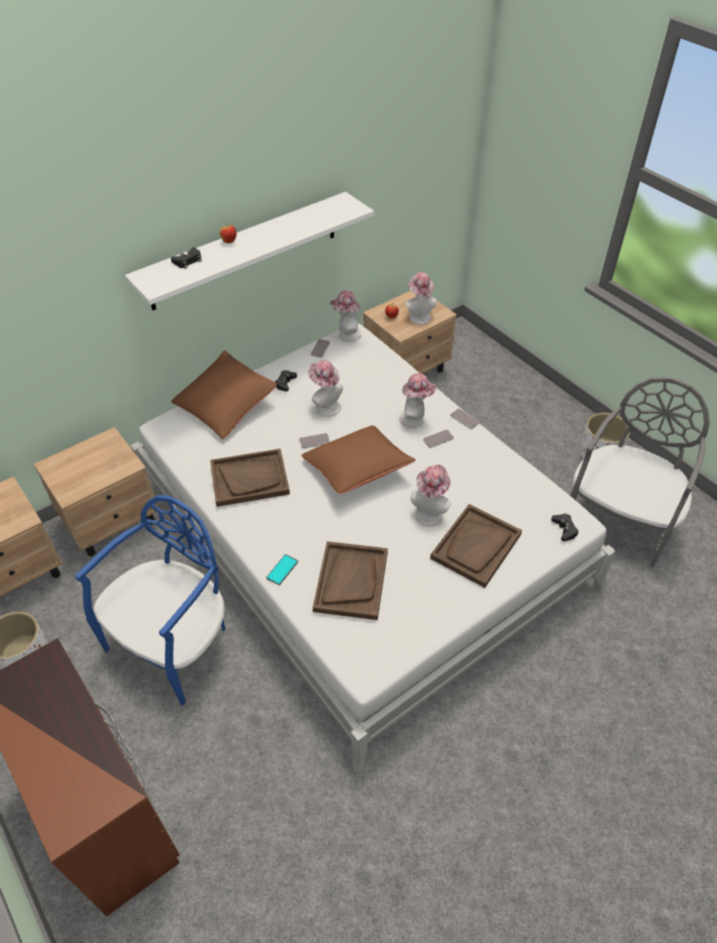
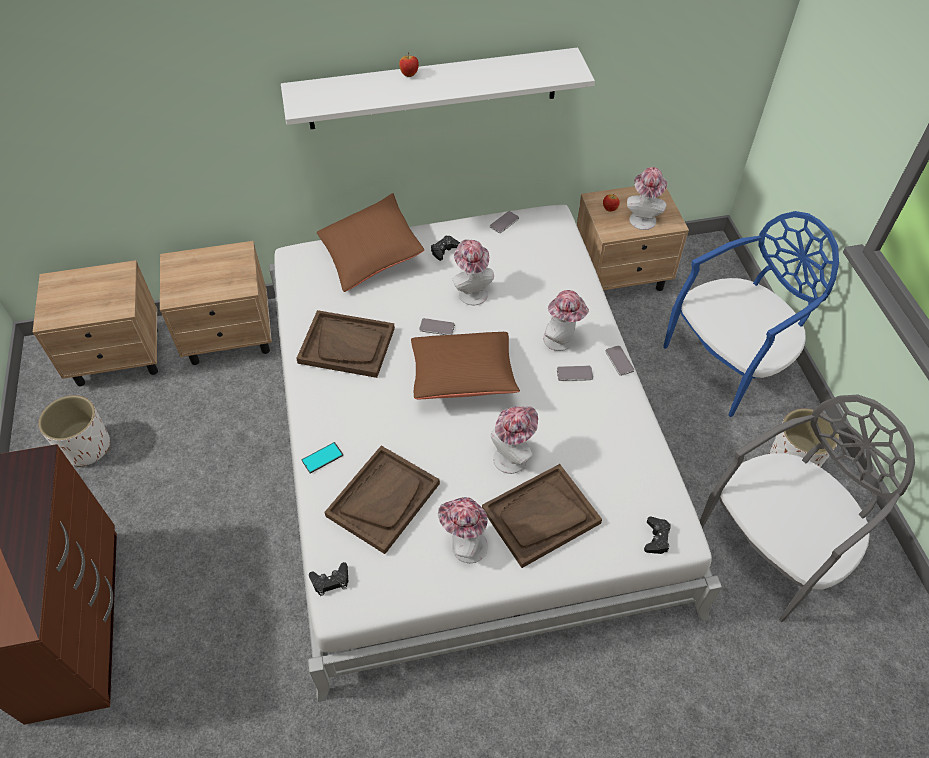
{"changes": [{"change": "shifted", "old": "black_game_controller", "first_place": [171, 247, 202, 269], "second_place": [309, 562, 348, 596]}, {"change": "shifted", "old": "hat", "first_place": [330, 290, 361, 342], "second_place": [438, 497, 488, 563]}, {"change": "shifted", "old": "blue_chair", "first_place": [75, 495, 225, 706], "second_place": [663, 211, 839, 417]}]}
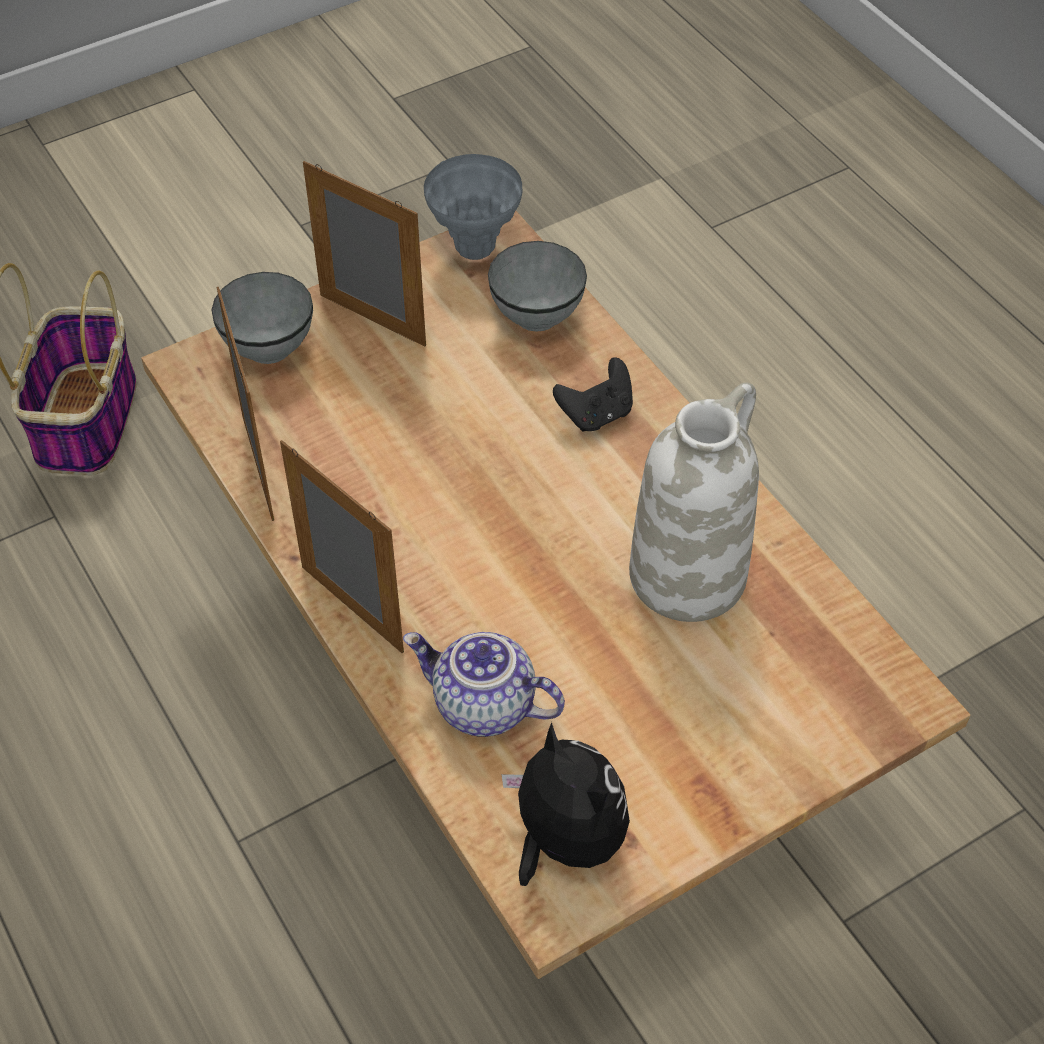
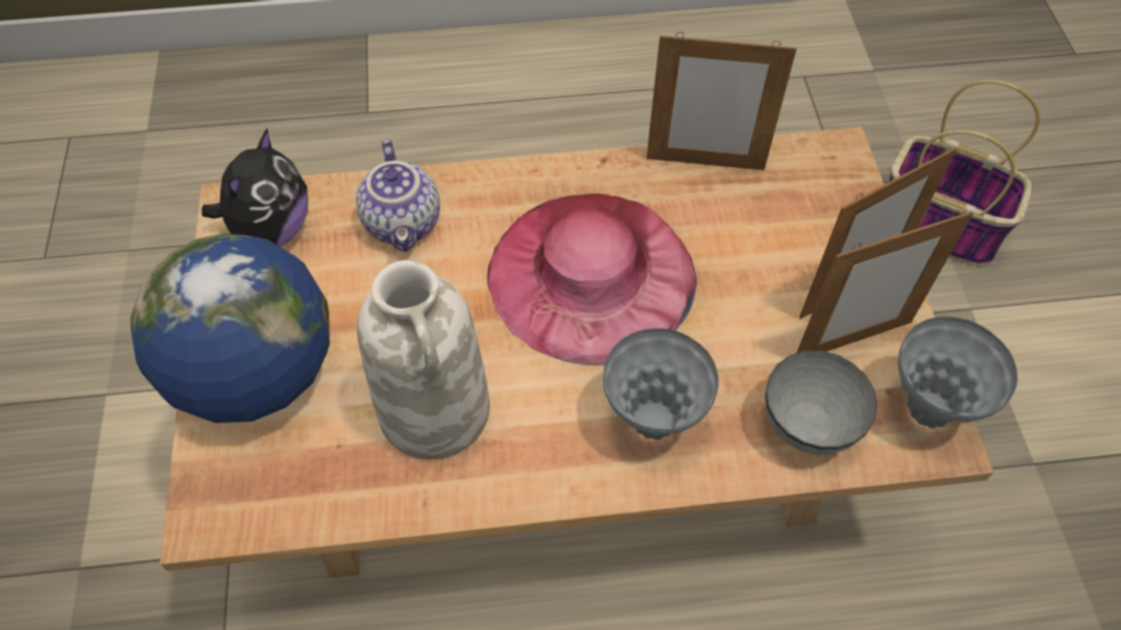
{"changes": [{"change": "gone", "old": "grey_bowl", "first_place": [212, 272, 313, 364]}, {"change": "swapped", "old": "black_game_controller", "new": "grey_vase", "first_place": [553, 358, 633, 432], "second_place": [603, 328, 719, 440]}, {"change": "shifted", "old": "picture_frame", "first_place": [280, 440, 404, 653], "second_place": [797, 211, 974, 353]}, {"change": "rotated", "old": "teapot", "first_place": [403, 632, 565, 737], "second_place": [356, 140, 440, 252], "degrees": 120}, {"change": "rotated", "old": "plush_toy", "first_place": [502, 722, 630, 886], "second_place": [202, 128, 308, 247], "degrees": -60}, {"change": "new", "new": "pink_hat", "second_place": [487, 194, 697, 365]}, {"change": "new", "new": "globe", "second_place": [130, 233, 330, 423]}]}
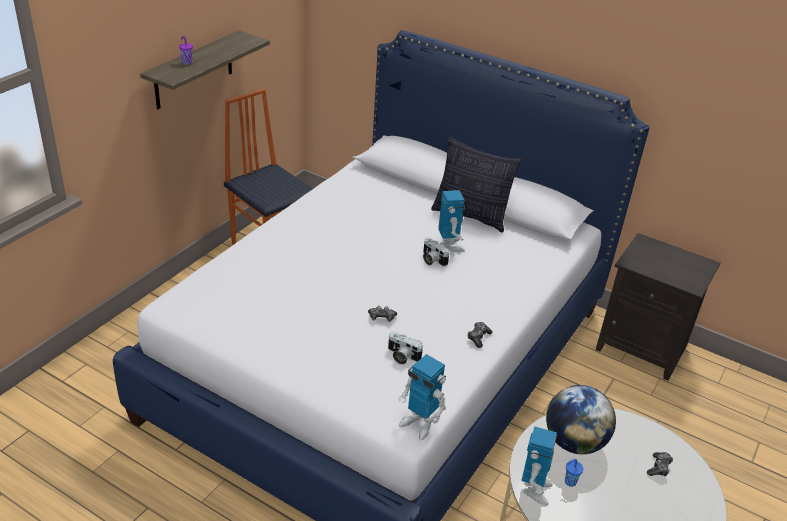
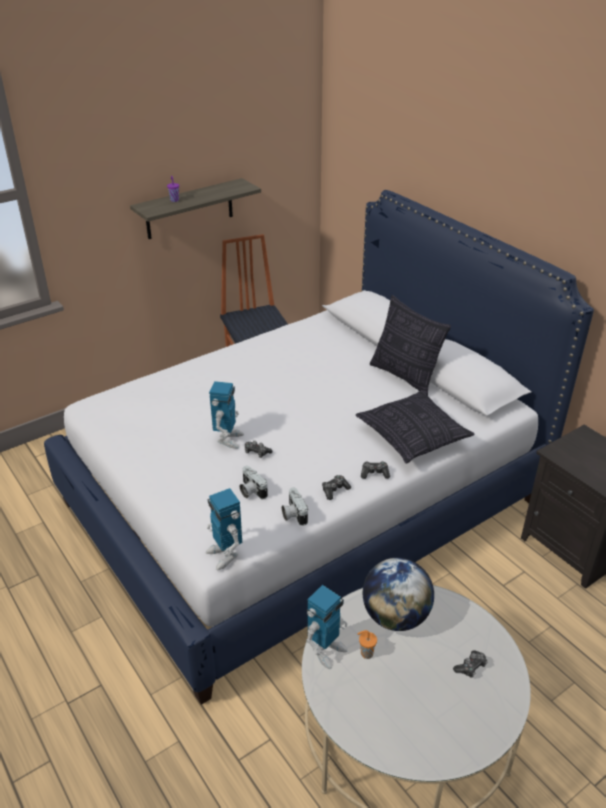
{"changes": [{"change": "shifted", "old": "toy_robot", "first_place": [438, 190, 465, 252], "second_place": [209, 381, 244, 449]}, {"change": "shifted", "old": "photo_camera", "first_place": [423, 238, 450, 267], "second_place": [282, 488, 308, 526]}, {"change": "repainted", "old": "blue_cup", "new": "orange_cup", "first_place": [565, 459, 583, 487], "second_place": [358, 630, 377, 659]}, {"change": "new", "new": "pillow", "second_place": [355, 390, 474, 464]}, {"change": "new", "new": "game_controller", "second_place": [361, 461, 390, 479]}]}
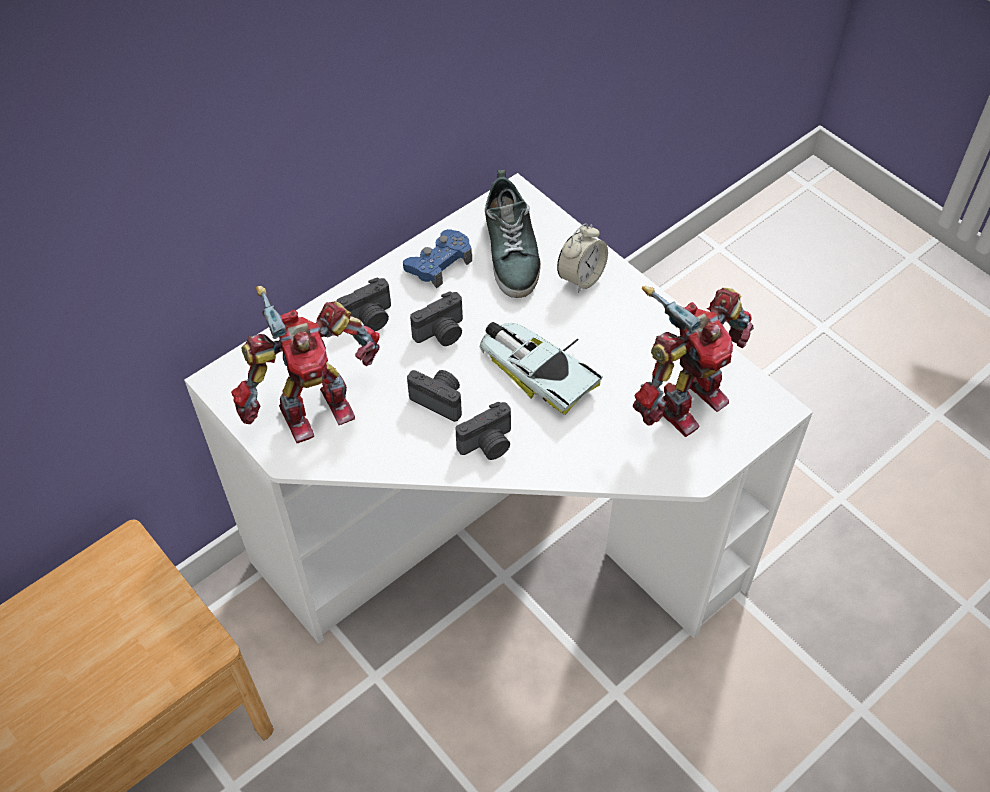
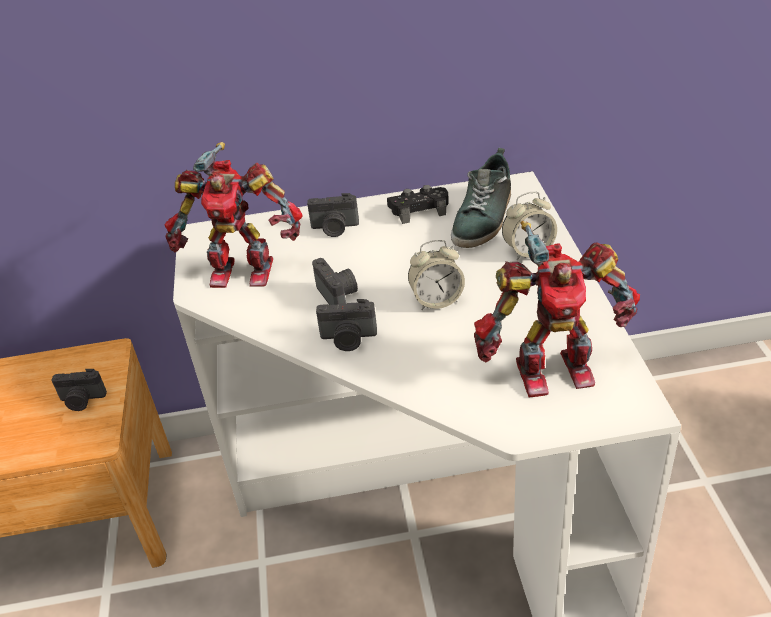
{"changes": [{"change": "repainted", "old": "blue_game_controller", "new": "black_game_controller", "first_place": [403, 229, 472, 288], "second_place": [387, 185, 449, 224]}, {"change": "shifted", "old": "photo_camera", "first_place": [410, 291, 463, 346], "second_place": [51, 369, 107, 411]}, {"change": "swapped", "old": "toy_car", "new": "alarm_clock", "first_place": [480, 322, 603, 415], "second_place": [408, 240, 465, 310]}]}
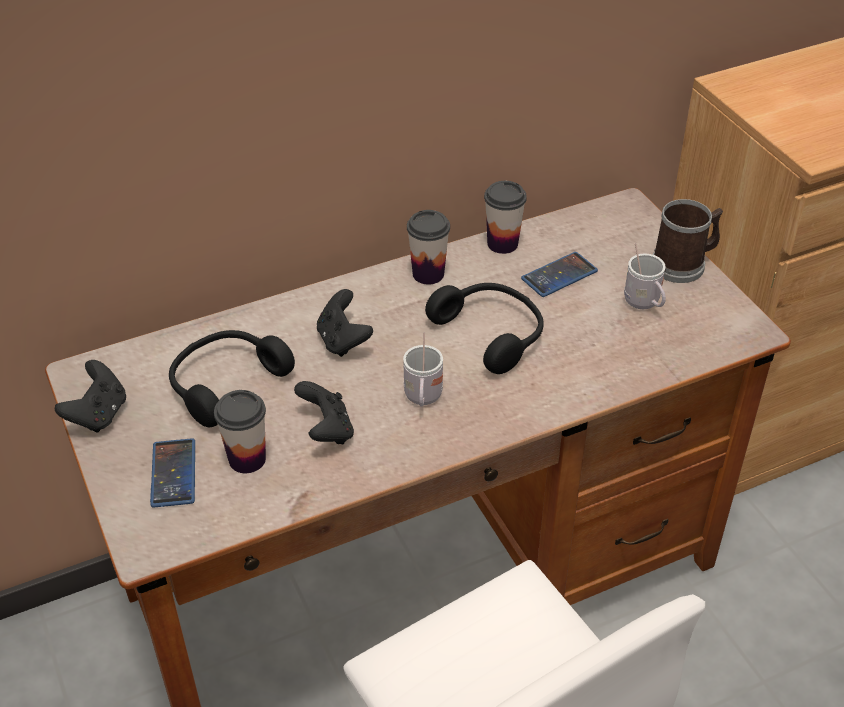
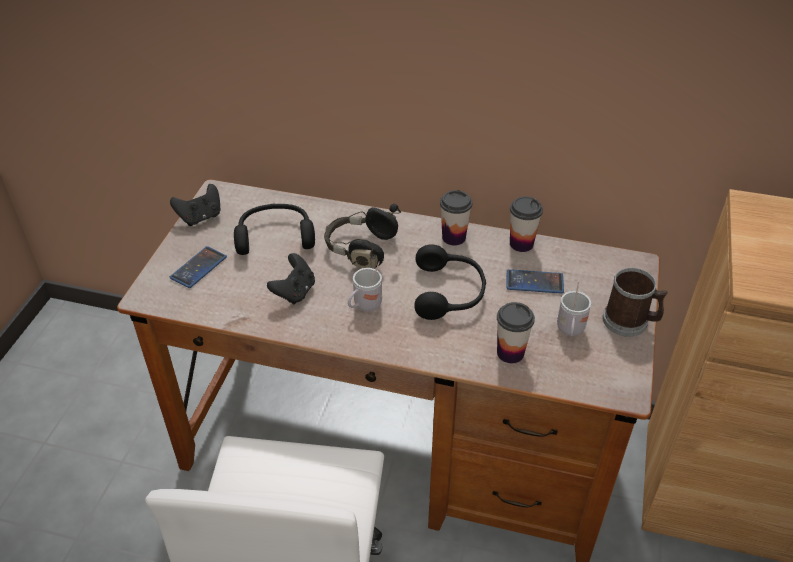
{"changes": [{"change": "swapped", "old": "black_game_controller", "new": "black_headphones", "first_place": [317, 289, 373, 357], "second_place": [324, 204, 401, 269]}, {"change": "shifted", "old": "cup", "first_place": [214, 390, 266, 473], "second_place": [497, 302, 535, 363]}]}
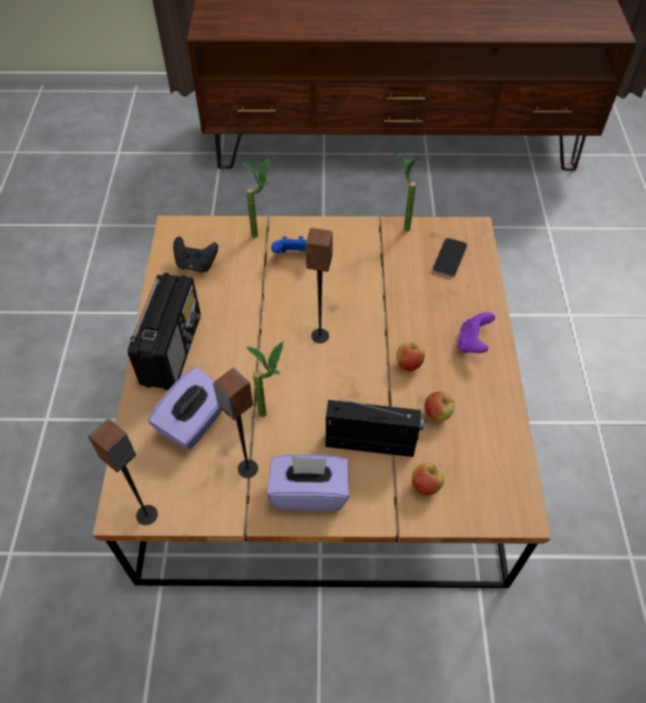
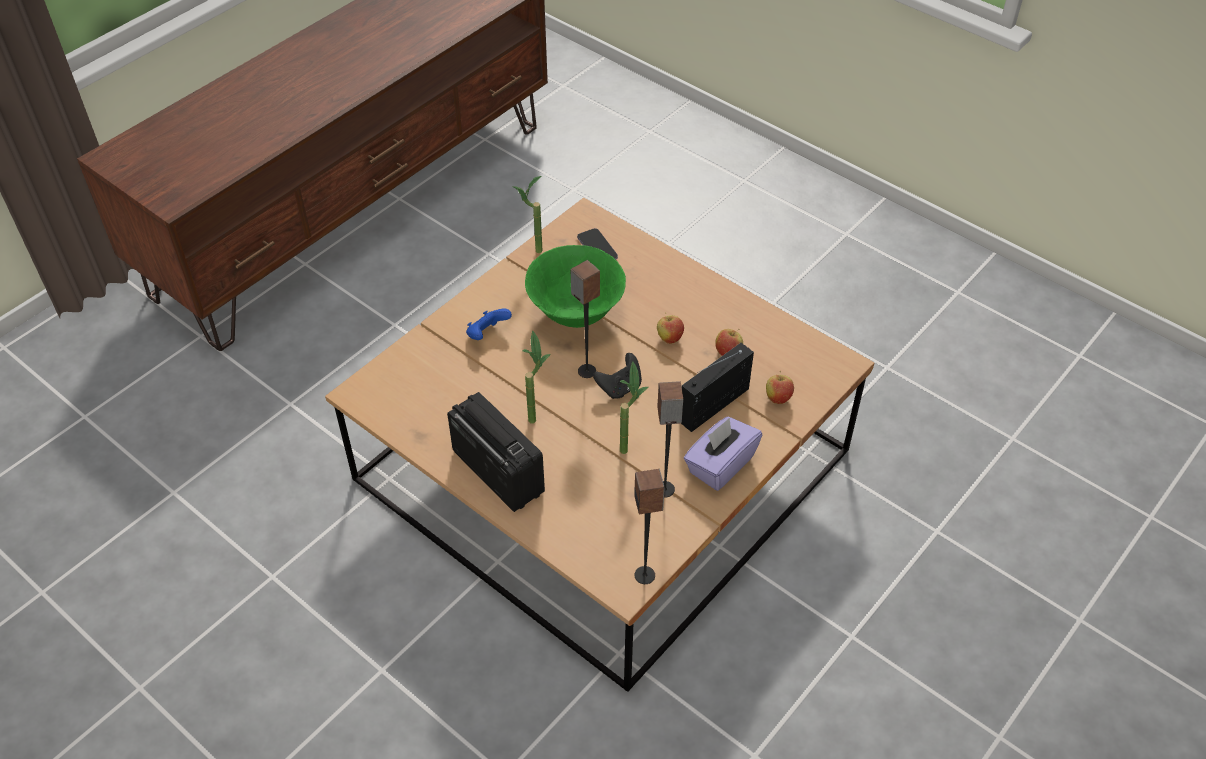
{"changes": [{"change": "shifted", "old": "potted_plant", "first_place": [240, 157, 269, 238], "second_place": [523, 330, 551, 423]}, {"change": "shifted", "old": "black_game_controller", "first_place": [173, 236, 218, 272], "second_place": [593, 353, 642, 399]}, {"change": "gone", "old": "purple_game_controller", "first_place": [457, 312, 495, 353]}, {"change": "gone", "old": "purple_tissue_box", "first_place": [148, 367, 223, 450]}, {"change": "new", "new": "green_bowl", "second_place": [525, 245, 626, 328]}]}
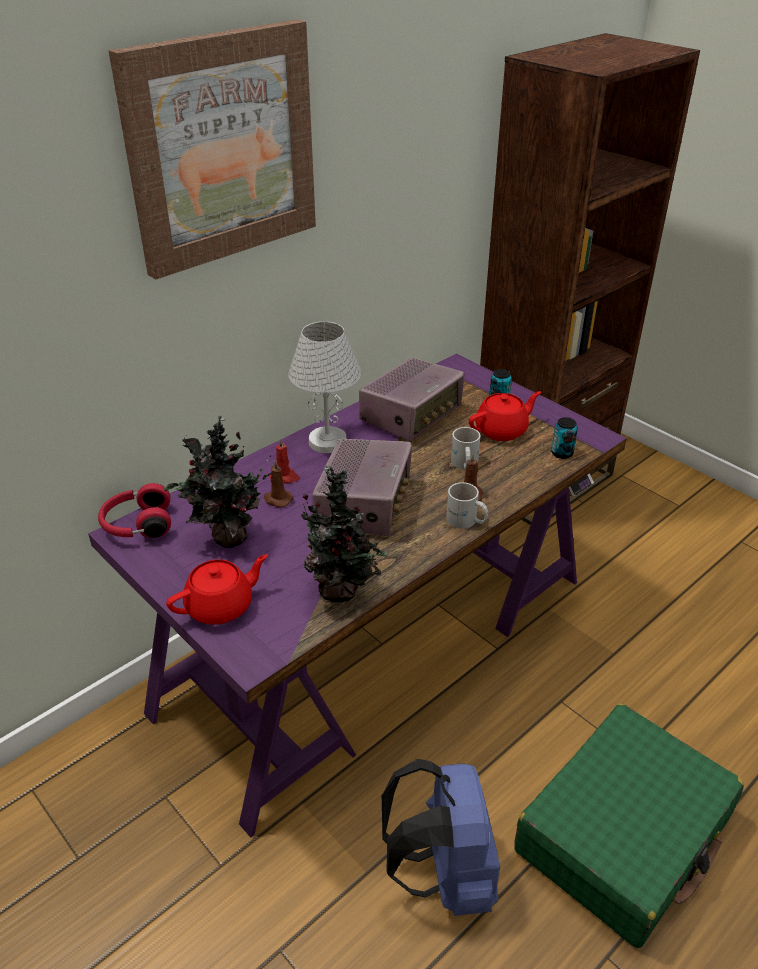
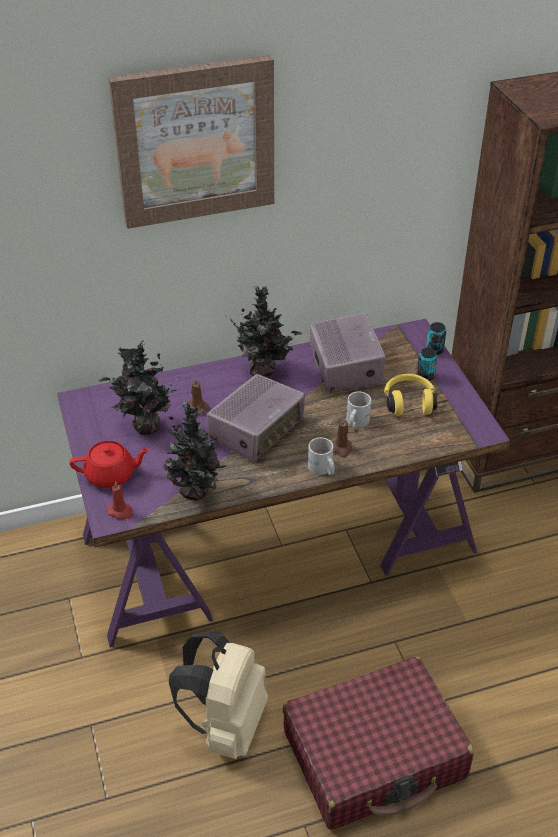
{"changes": [{"change": "swapped", "old": "white_table_lamp", "new": "potted_plant", "first_place": [288, 321, 361, 453], "second_place": [230, 286, 302, 377]}, {"change": "rotated", "old": "radio", "first_place": [359, 358, 465, 441], "second_place": [310, 313, 386, 391], "degrees": -75}, {"change": "swapped", "old": "red_teapot", "new": "yellow_headphones", "first_place": [469, 391, 541, 441], "second_place": [384, 374, 438, 416]}, {"change": "shifted", "old": "can", "first_place": [551, 417, 578, 459], "second_place": [426, 322, 446, 355]}, {"change": "shifted", "old": "red_candle", "first_place": [270, 438, 300, 484], "second_place": [107, 481, 133, 519]}, {"change": "gone", "old": "red_headphones", "first_place": [98, 483, 171, 538]}, {"change": "repainted", "old": "green_suitcase", "new": "red_suitcase", "first_place": [514, 704, 744, 948], "second_place": [283, 656, 474, 830]}, {"change": "repainted", "old": "blue_backpack", "new": "beige_backpack", "first_place": [382, 759, 500, 916], "second_place": [169, 631, 268, 759]}]}
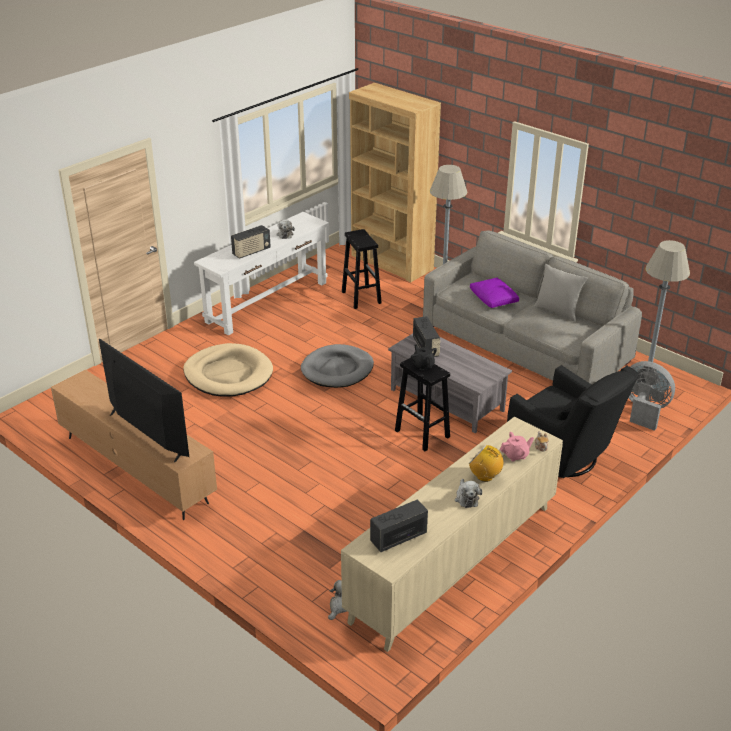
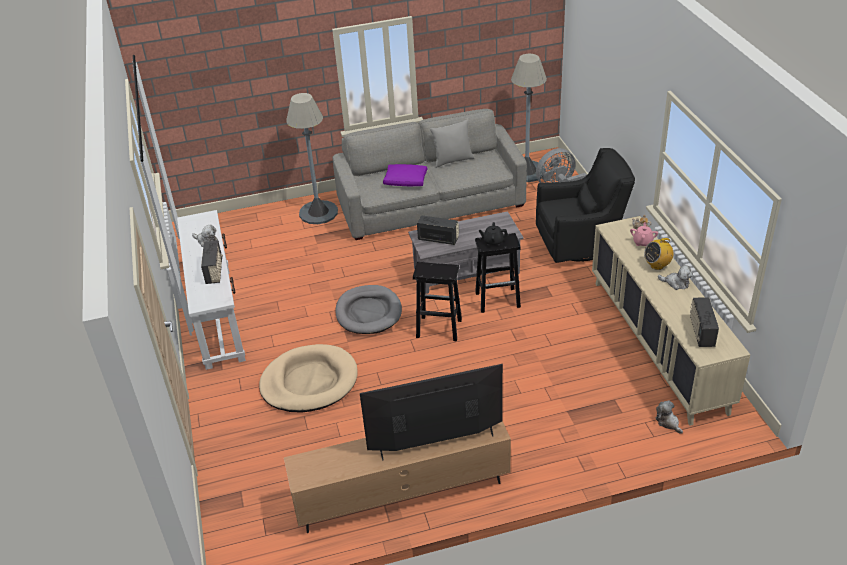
{"changes": [{"change": "gone", "old": "brown_bookcase", "first_place": [349, 83, 441, 282]}, {"change": "shifted", "old": "black_stool", "first_place": [342, 229, 382, 309], "second_place": [413, 262, 462, 341]}]}
